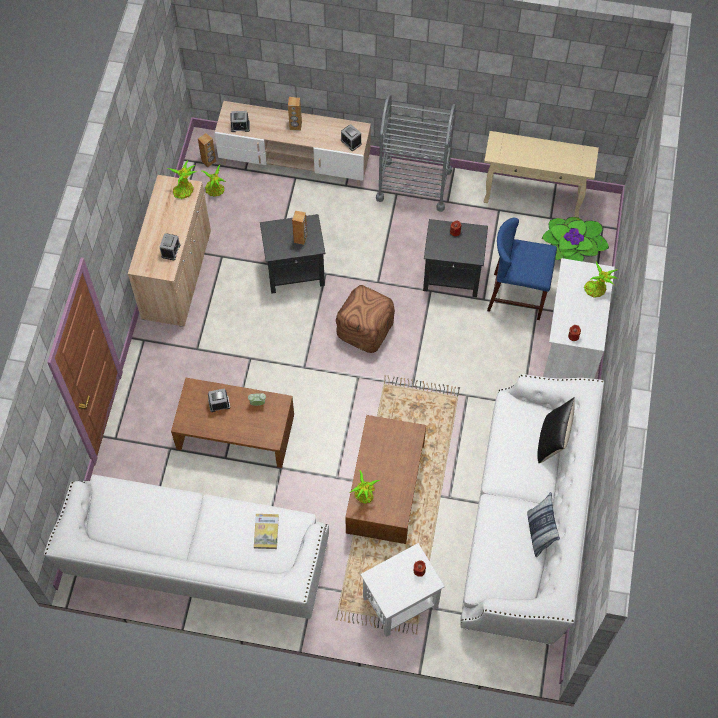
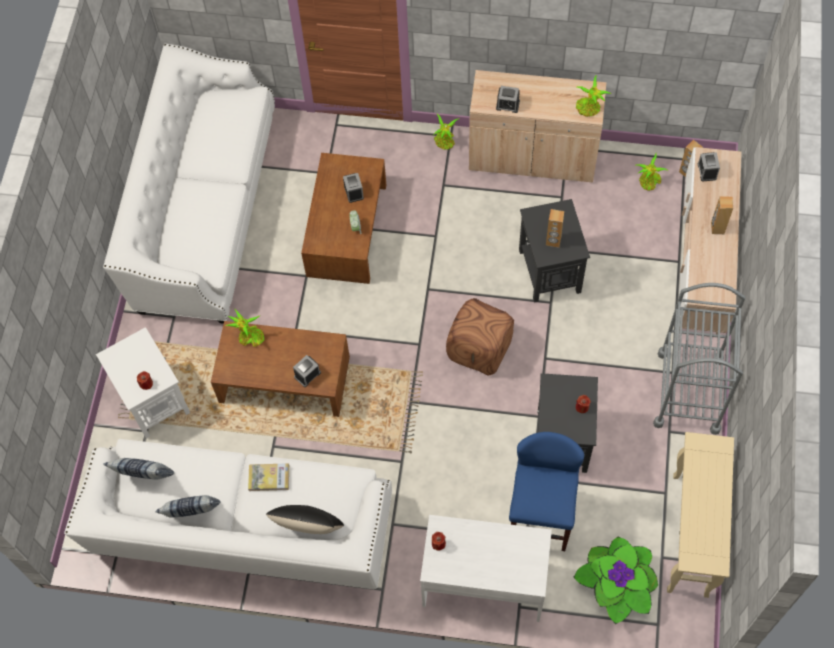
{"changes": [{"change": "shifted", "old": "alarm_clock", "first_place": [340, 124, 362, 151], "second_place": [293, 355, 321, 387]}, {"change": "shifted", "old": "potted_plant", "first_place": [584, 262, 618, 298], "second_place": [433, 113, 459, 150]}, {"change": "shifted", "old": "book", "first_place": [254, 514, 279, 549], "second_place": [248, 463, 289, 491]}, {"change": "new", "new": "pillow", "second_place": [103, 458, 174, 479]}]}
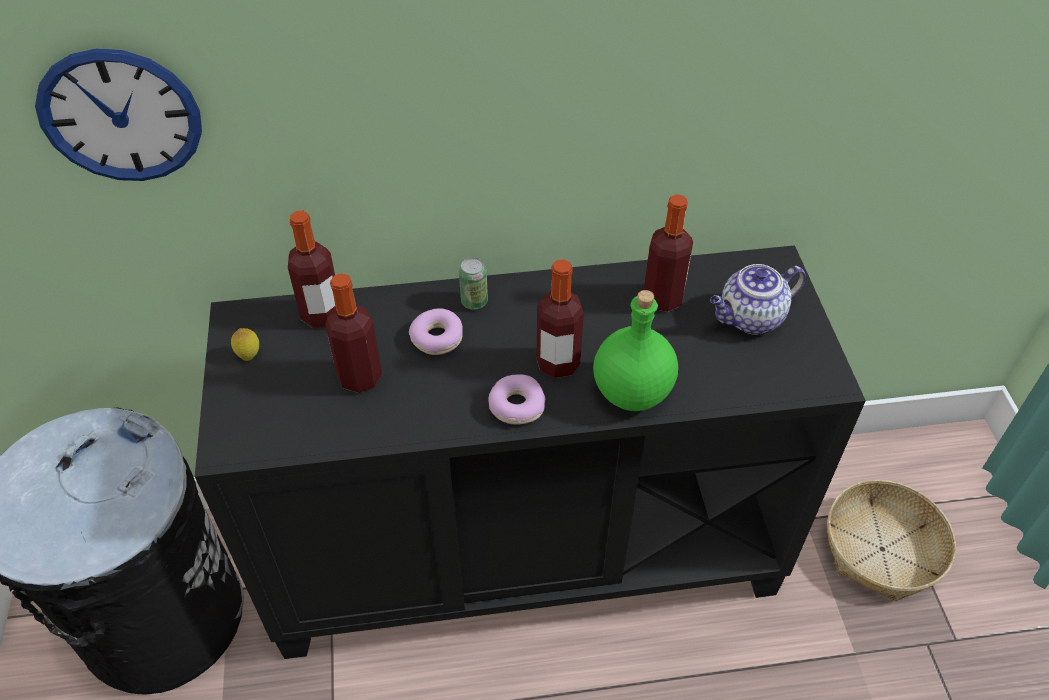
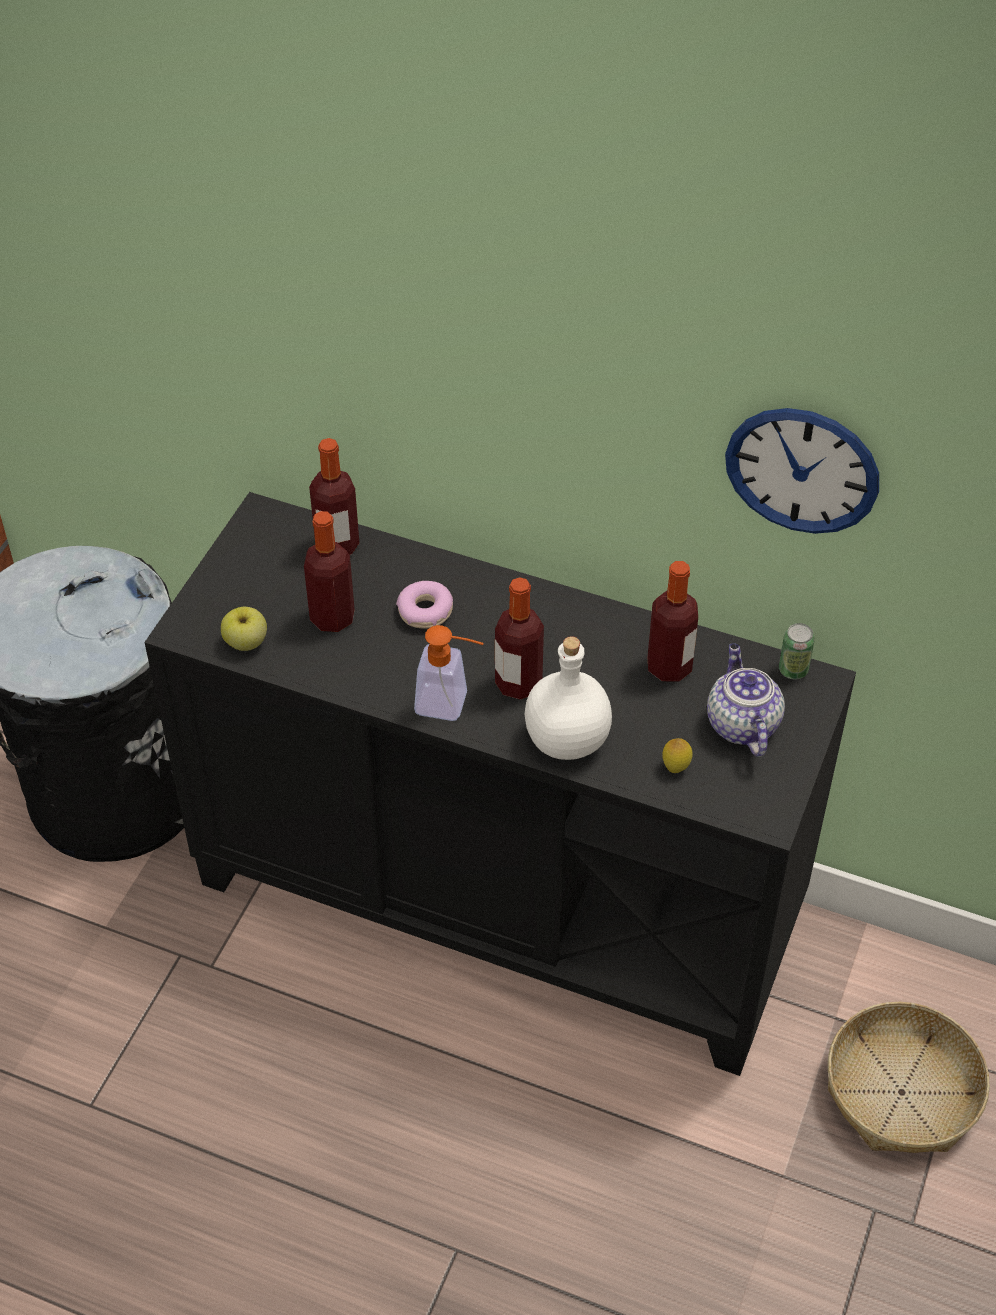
{"changes": [{"change": "shifted", "old": "wall_clock", "first_place": [35, 49, 202, 181], "second_place": [725, 408, 879, 534]}, {"change": "shifted", "old": "can", "first_place": [459, 258, 488, 310], "second_place": [779, 623, 815, 679]}, {"change": "rotated", "old": "teapot", "first_place": [710, 264, 806, 335], "second_place": [707, 643, 785, 757], "degrees": 75}, {"change": "repainted", "old": "green_bottle", "new": "white_bottle", "first_place": [593, 290, 678, 411], "second_place": [525, 636, 612, 760]}, {"change": "shifted", "old": "lemon", "first_place": [231, 328, 259, 361], "second_place": [662, 738, 692, 773]}, {"change": "swapped", "old": "donut", "new": "soap_dispenser", "first_place": [489, 374, 545, 425], "second_place": [414, 625, 484, 721]}, {"change": "new", "new": "apple", "second_place": [221, 606, 267, 651]}]}
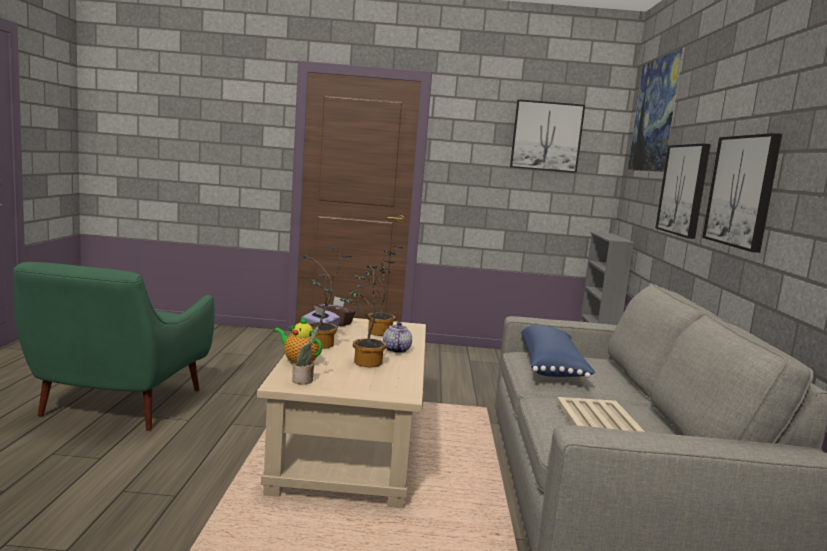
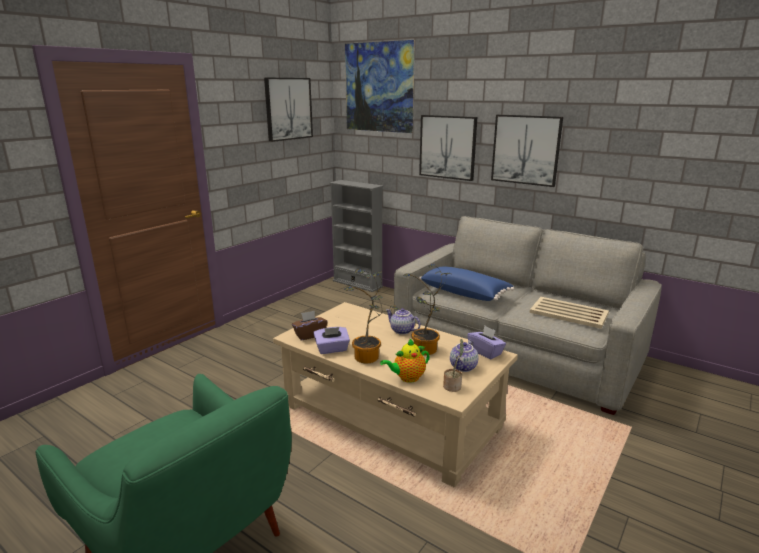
{"changes": [{"change": "gone", "old": "potted_plant", "first_place": [353, 246, 403, 336]}, {"change": "new", "new": "purple_tissue_box", "second_place": [467, 326, 506, 359]}, {"change": "new", "new": "teapot", "second_place": [450, 339, 478, 372]}]}
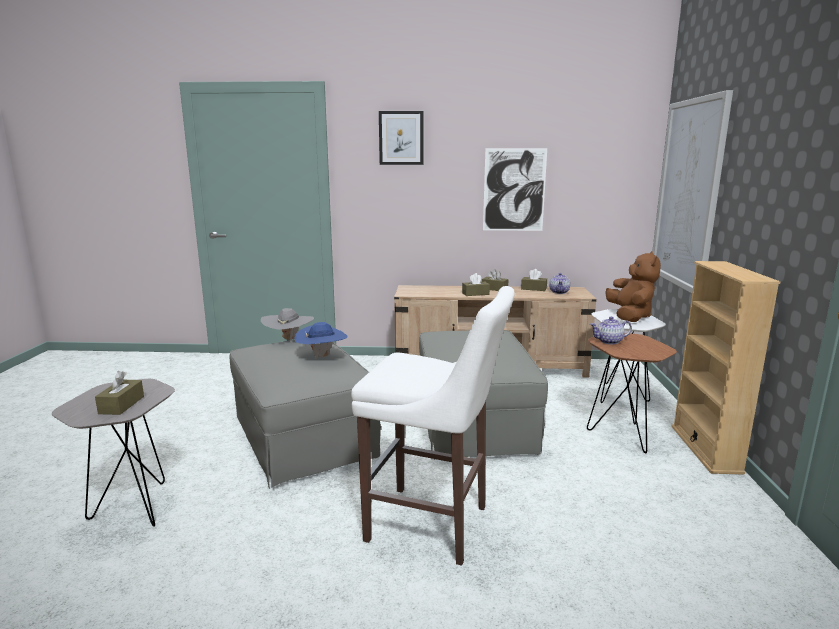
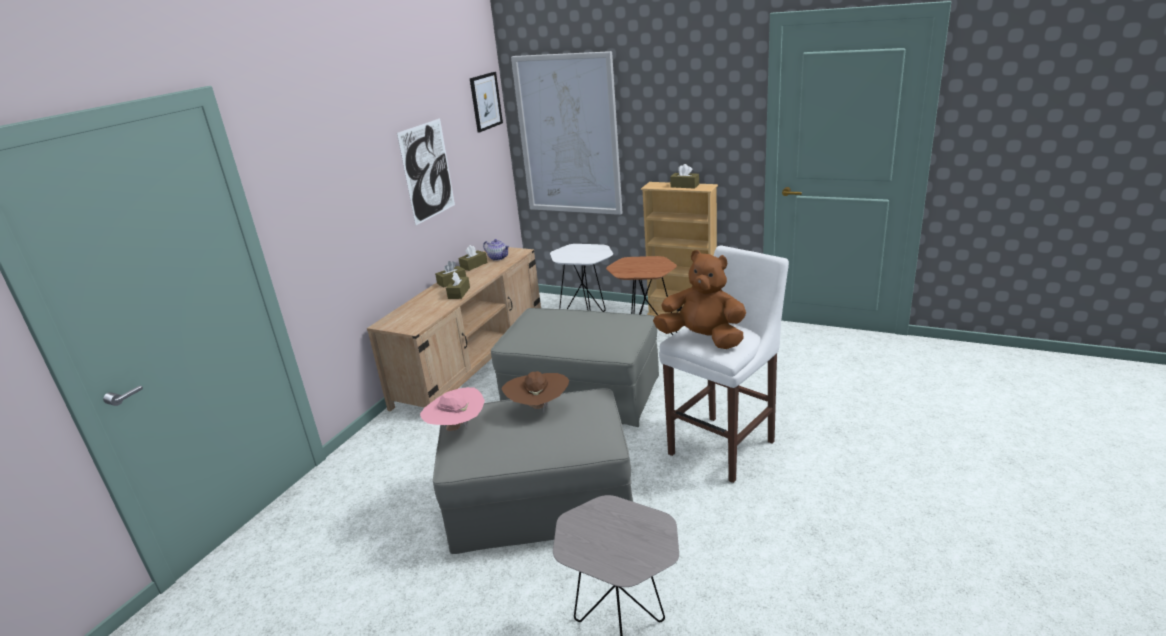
{"changes": [{"change": "shifted", "old": "picture", "first_place": [379, 111, 424, 165], "second_place": [470, 72, 503, 132]}, {"change": "shifted", "old": "brown_plush_toy", "first_place": [605, 251, 661, 322], "second_place": [653, 250, 746, 349]}, {"change": "repainted", "old": "grey_hat", "new": "pink_hat", "first_place": [261, 308, 314, 342], "second_place": [420, 387, 485, 431]}, {"change": "gone", "old": "teapot", "first_place": [590, 317, 632, 344]}, {"change": "repainted", "old": "blue_hat", "new": "brown_hat", "first_place": [295, 322, 348, 359], "second_place": [501, 371, 569, 411]}, {"change": "shifted", "old": "brown_tissue_box", "first_place": [95, 371, 144, 415], "second_place": [670, 164, 699, 189]}]}
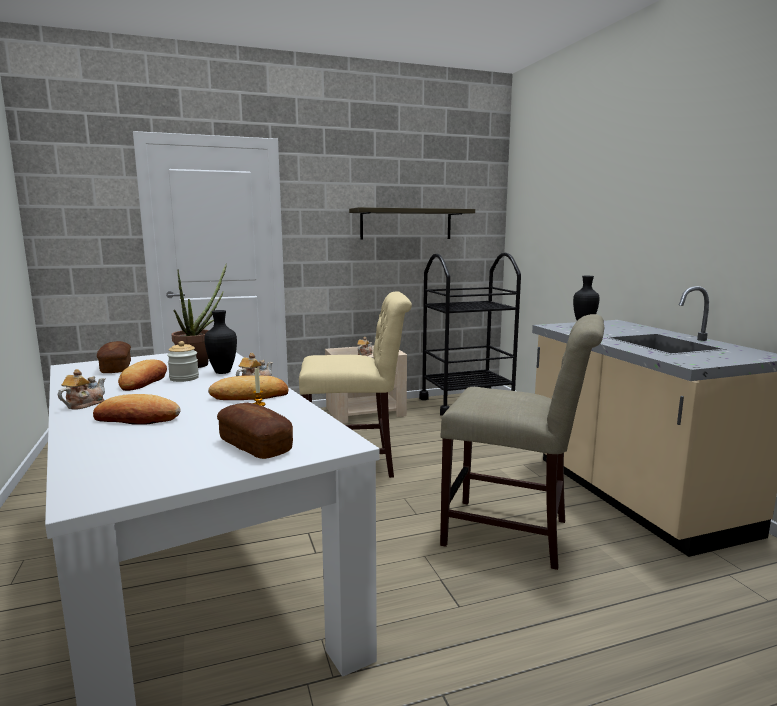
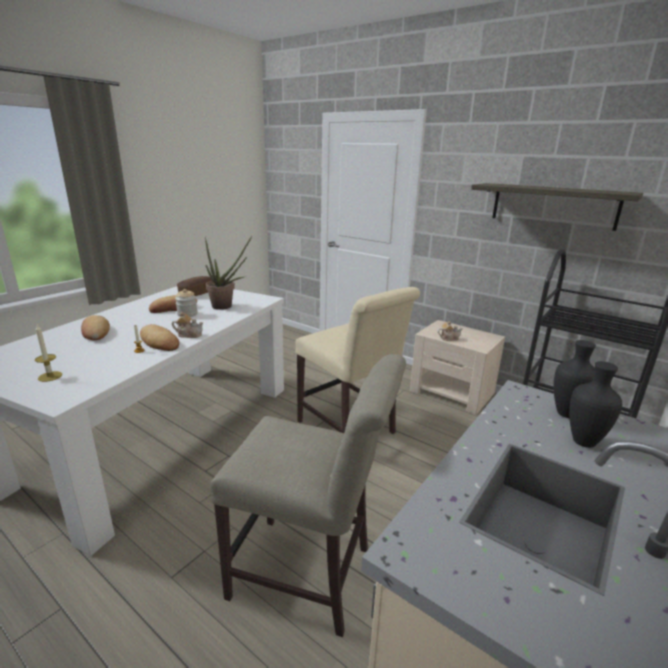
{"changes": [{"change": "shifted", "old": "black_vase", "first_place": [204, 310, 237, 374], "second_place": [569, 361, 622, 448]}, {"change": "rotated", "old": "beige_chair", "first_place": [440, 314, 604, 570], "second_place": [210, 354, 406, 637], "degrees": -60}, {"change": "gone", "old": "teapot", "first_place": [58, 369, 105, 410]}, {"change": "swapped", "old": "bread", "new": "candle", "first_place": [217, 403, 293, 459], "second_place": [35, 325, 62, 382]}]}
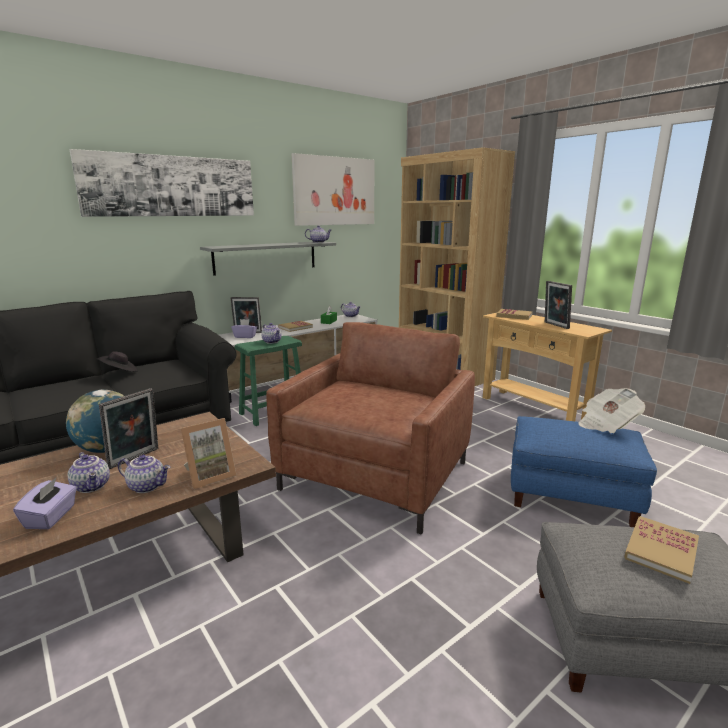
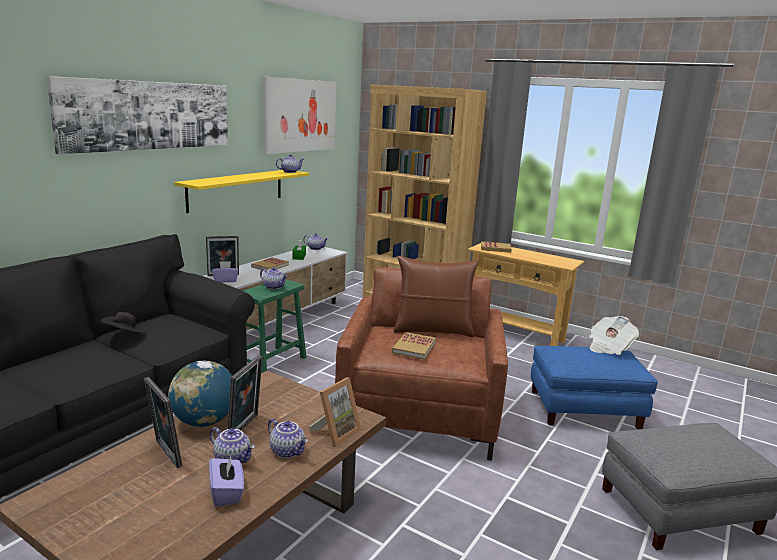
{"changes": [{"change": "repainted", "old": "grey_shelf", "new": "yellow_shelf", "first_place": [200, 242, 336, 276], "second_place": [174, 170, 309, 213]}, {"change": "shifted", "old": "picture_frame", "first_place": [545, 281, 572, 329], "second_place": [144, 377, 182, 468]}, {"change": "rotated", "old": "teapot", "first_place": [118, 455, 170, 493], "second_place": [268, 418, 308, 458], "degrees": 45}, {"change": "shifted", "old": "book", "first_place": [624, 516, 699, 584], "second_place": [392, 332, 436, 359]}, {"change": "new", "new": "brown_pillow", "second_place": [394, 256, 478, 337]}]}
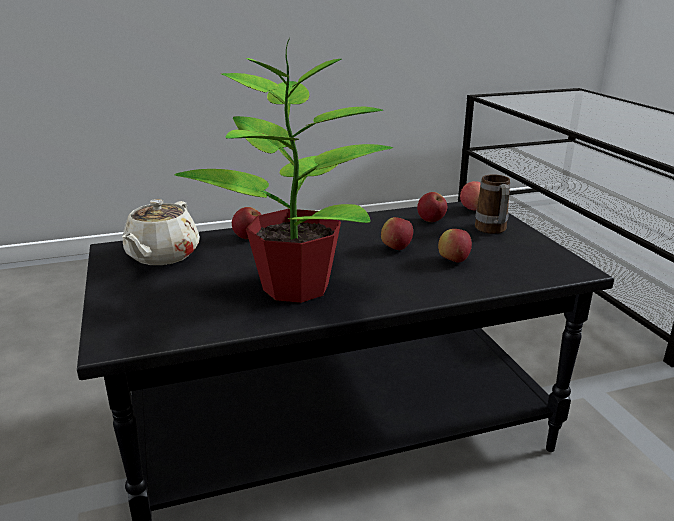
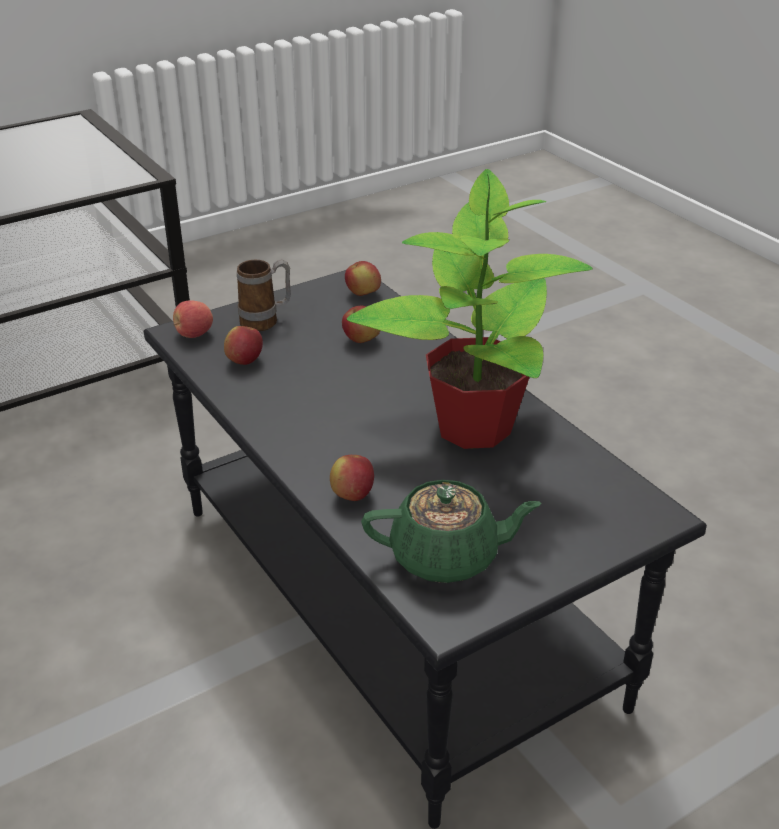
{"changes": [{"change": "repainted", "old": "beige_teapot", "new": "green_teapot", "first_place": [122, 199, 200, 265], "second_place": [361, 480, 542, 583]}, {"change": "shifted", "old": "apple", "first_place": [381, 217, 413, 250], "second_place": [345, 261, 381, 296]}]}
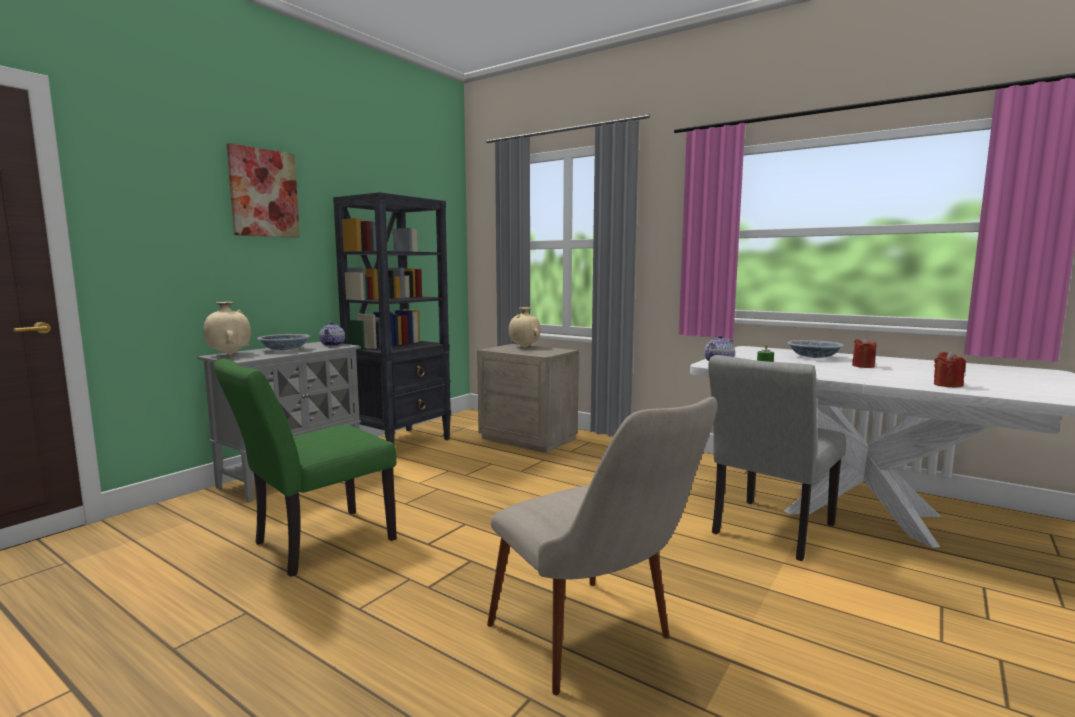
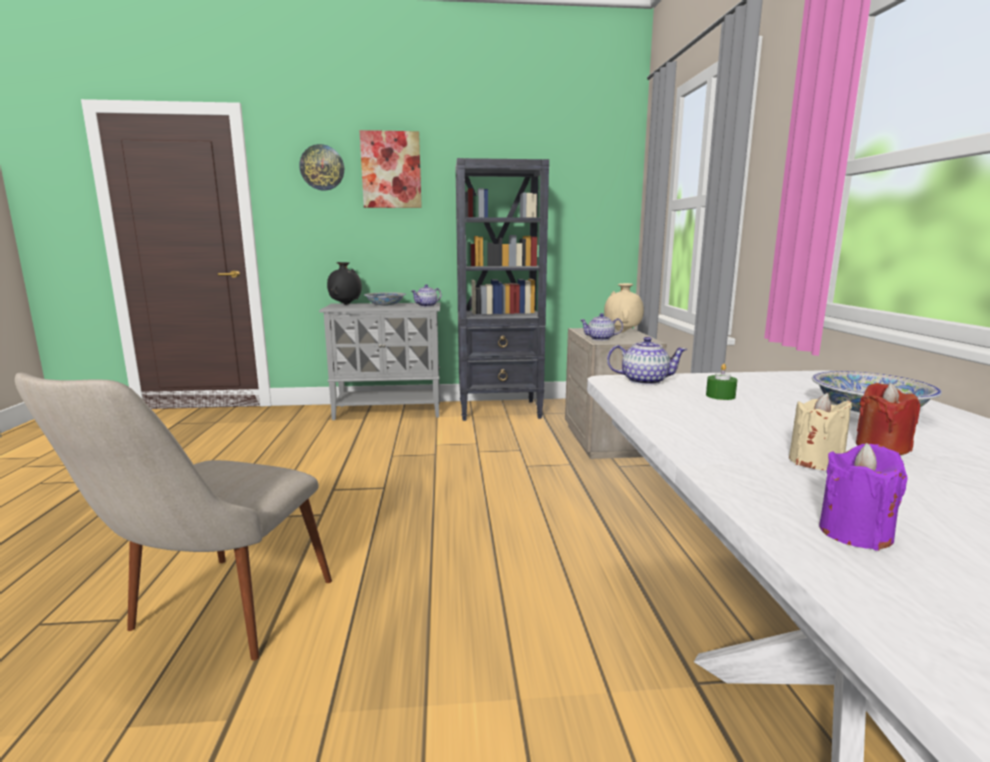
{"changes": [{"change": "repainted", "old": "beige_vase", "new": "black_vase", "first_place": [203, 302, 251, 355], "second_place": [327, 262, 362, 305]}, {"change": "repainted", "old": "red_candle", "new": "purple_candle", "first_place": [934, 351, 966, 387], "second_place": [819, 443, 908, 551]}, {"change": "gone", "old": "grey_chair", "first_place": [708, 355, 846, 561]}, {"change": "gone", "old": "green_chair", "first_place": [213, 359, 397, 577]}, {"change": "new", "new": "wall_clock", "second_place": [299, 144, 344, 190]}, {"change": "new", "new": "teapot", "second_place": [580, 313, 623, 341]}, {"change": "new", "new": "beige_candle", "second_place": [789, 393, 852, 470]}]}
